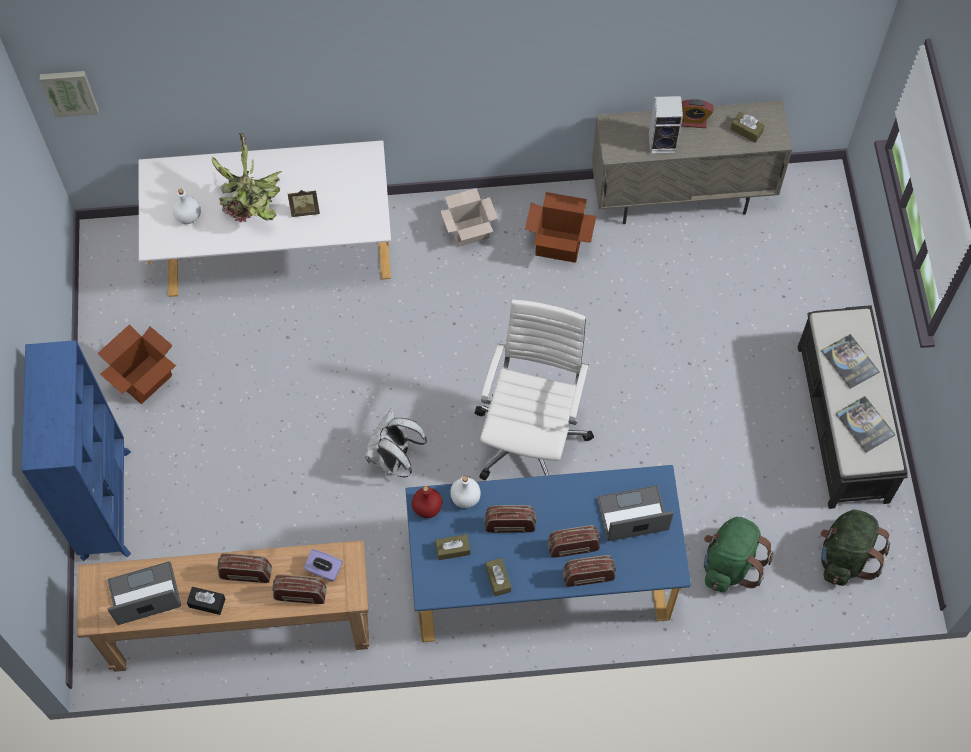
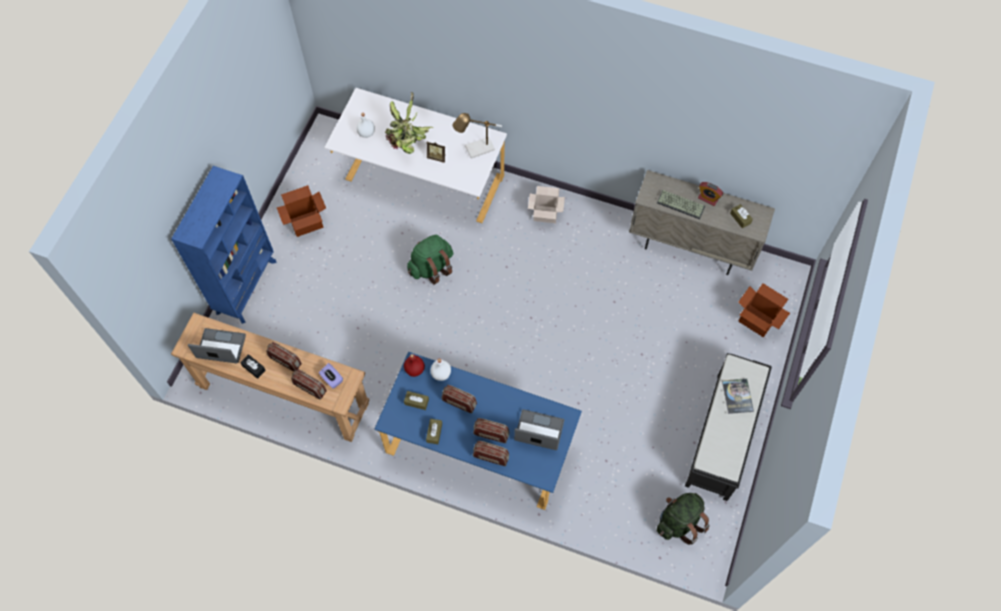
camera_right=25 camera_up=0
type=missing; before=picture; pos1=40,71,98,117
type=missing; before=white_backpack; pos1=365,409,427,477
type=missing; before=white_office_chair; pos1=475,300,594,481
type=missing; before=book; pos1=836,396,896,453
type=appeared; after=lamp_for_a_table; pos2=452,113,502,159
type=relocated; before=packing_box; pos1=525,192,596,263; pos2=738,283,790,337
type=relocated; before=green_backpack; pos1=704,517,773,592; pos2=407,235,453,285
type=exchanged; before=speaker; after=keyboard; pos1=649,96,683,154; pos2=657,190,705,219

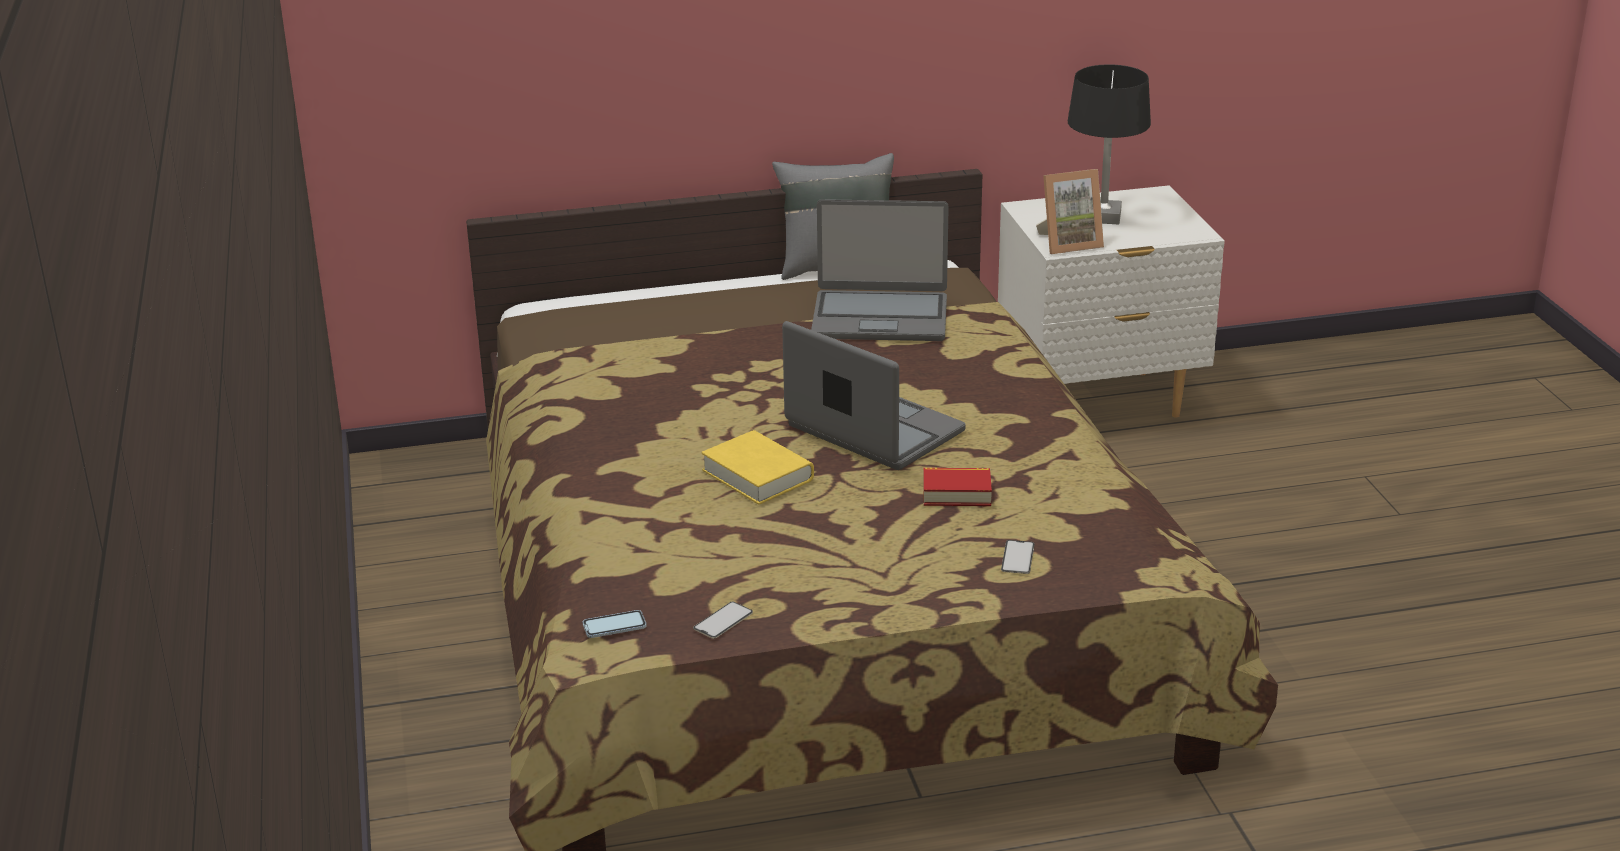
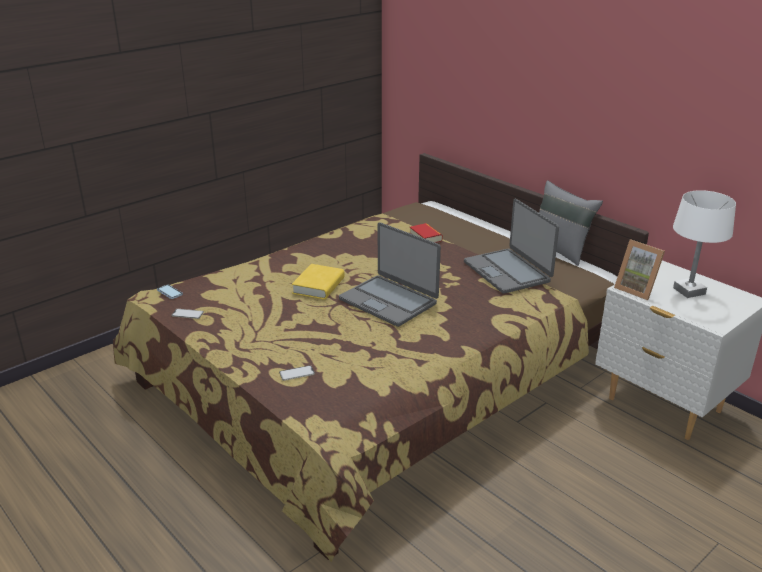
camera_right=60 camera_up=0
type=relocated; before=book; pos1=923,468,992,506; pos2=410,223,443,243
type=colour; before=blackish_lamp_for_a_table; after=white_lamp_for_a_table; pos1=1068,64,1151,225; pos2=673,190,736,298
type=spun; before=portable_computer; pos1=782,321,966,470; pos2=339,222,441,327; turn=120

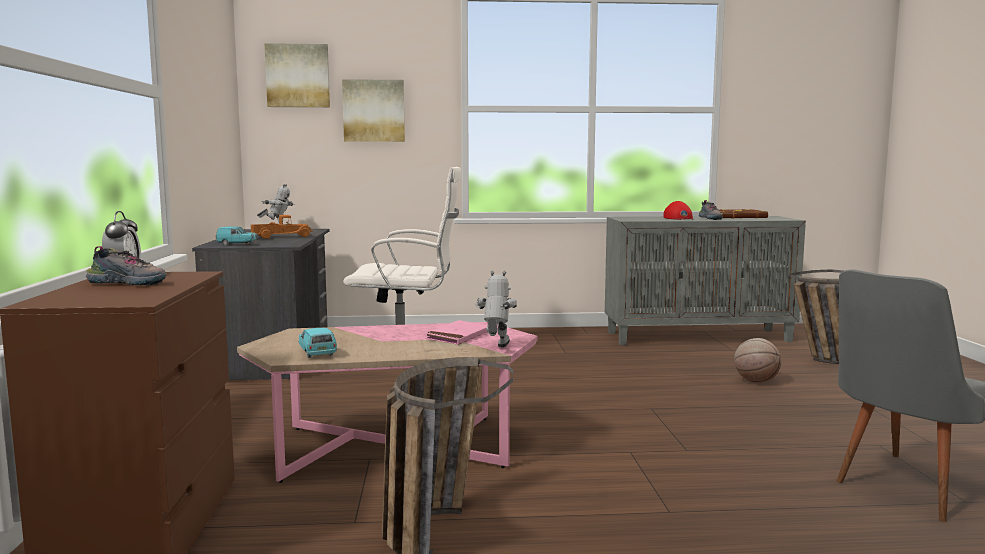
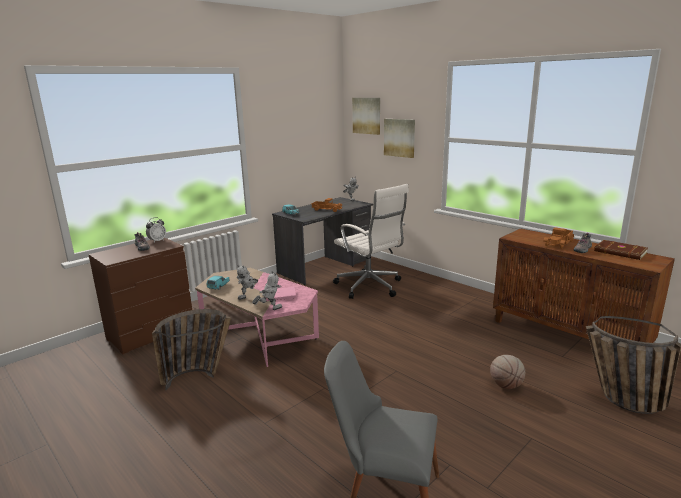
camera_right=50 camera_up=10
type=appeared; after=robot_figure; pos2=237,265,258,300
type=exchanged; before=red-coloured_baseball_cap; after=model_truck; pos1=663,201,694,220; pos2=543,227,574,249
type=colour; before=greyish_cupboard; after=brown_cupboard; pos1=605,216,806,345; pos2=493,228,675,343

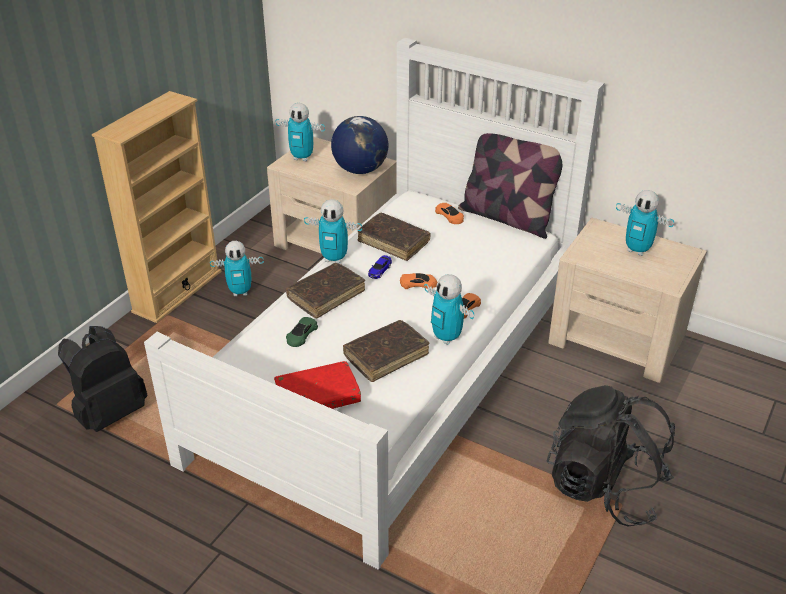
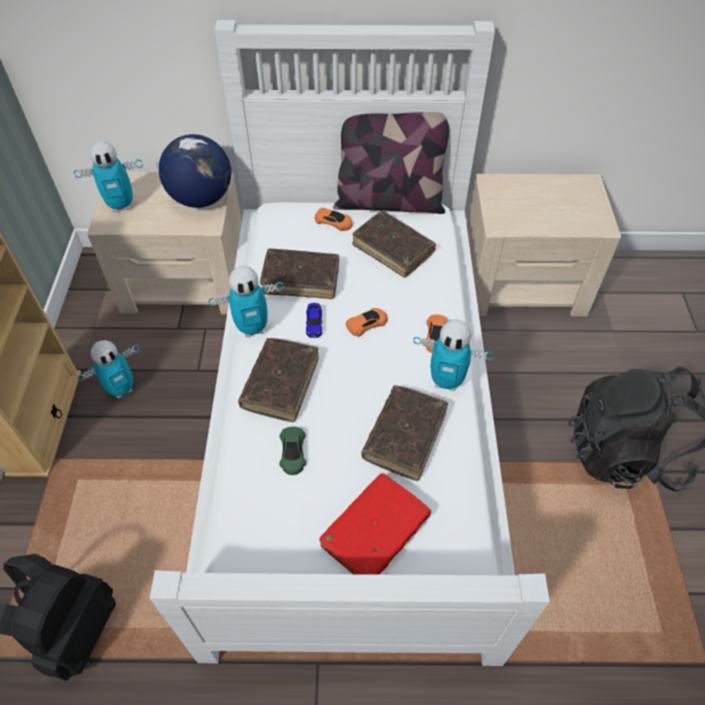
camera_right=-30 camera_up=15
type=missing; before=robot_figure; pos1=616,190,674,256
type=appeared; after=brown_book; pos2=352,211,436,278

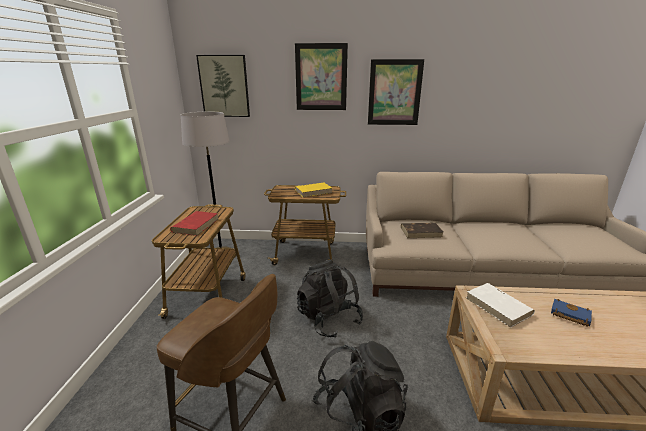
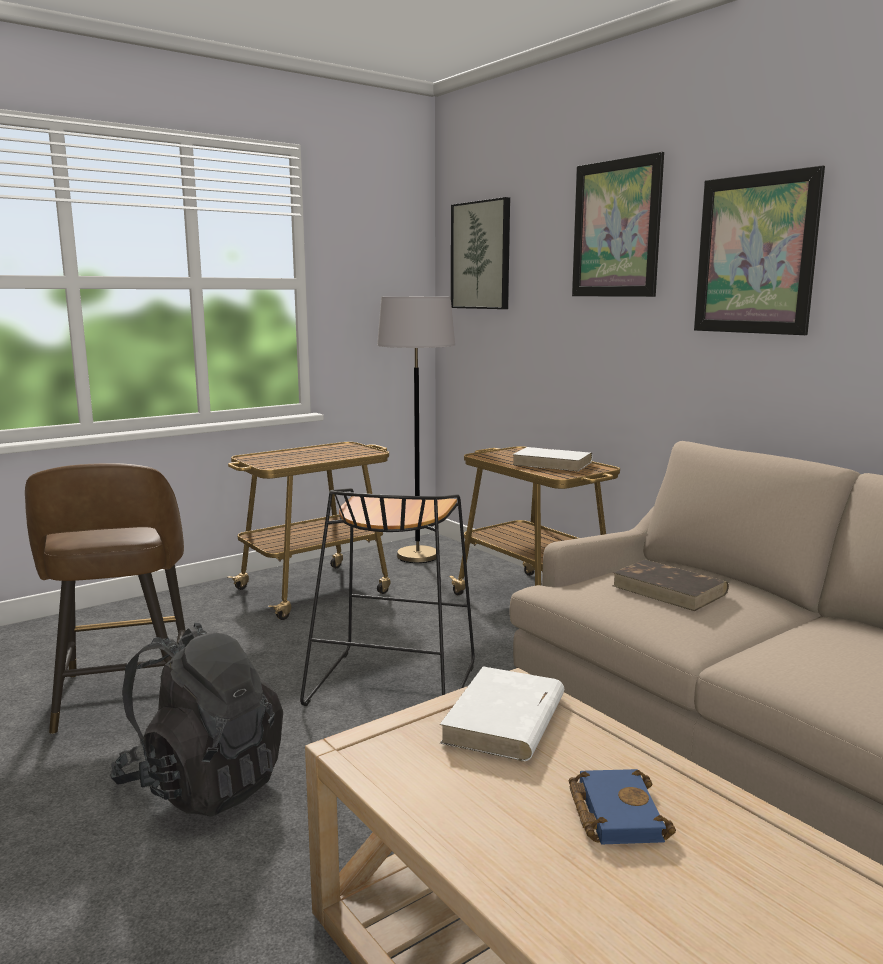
camera_right=50 camera_up=-10
type=missing; before=red-coloured_book; pos1=170,211,218,236
type=exchanged; before=blackish_backpack; after=blackish_stool_seat; pos1=297,259,363,338; pos2=300,488,475,706
type=colour; before=yellow_book; after=white_book; pos1=295,183,332,197; pos2=512,447,592,471

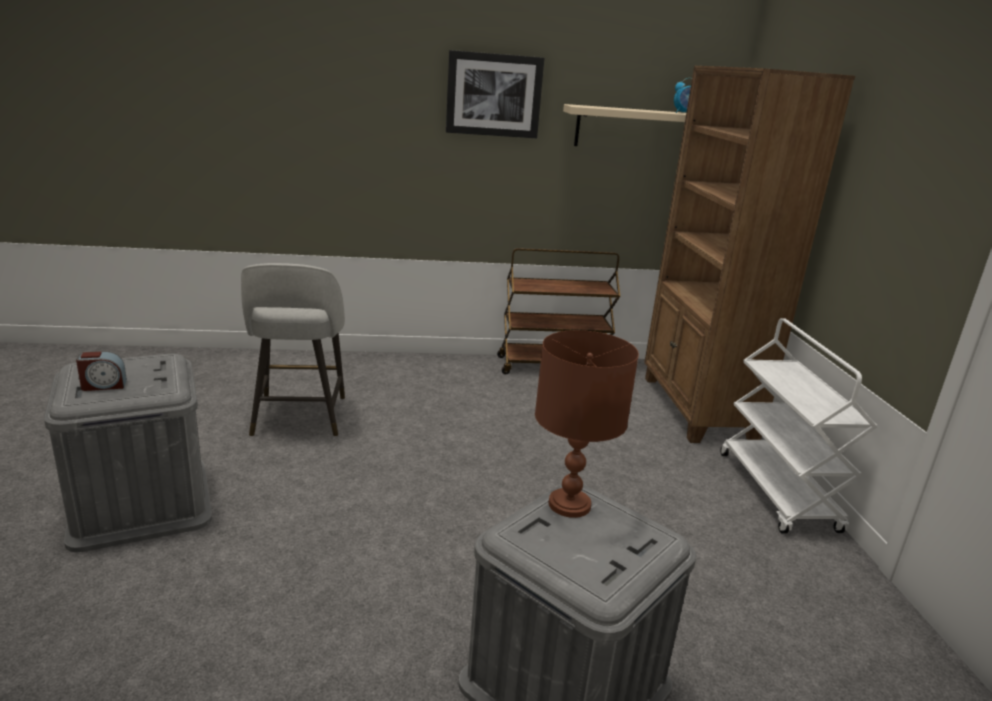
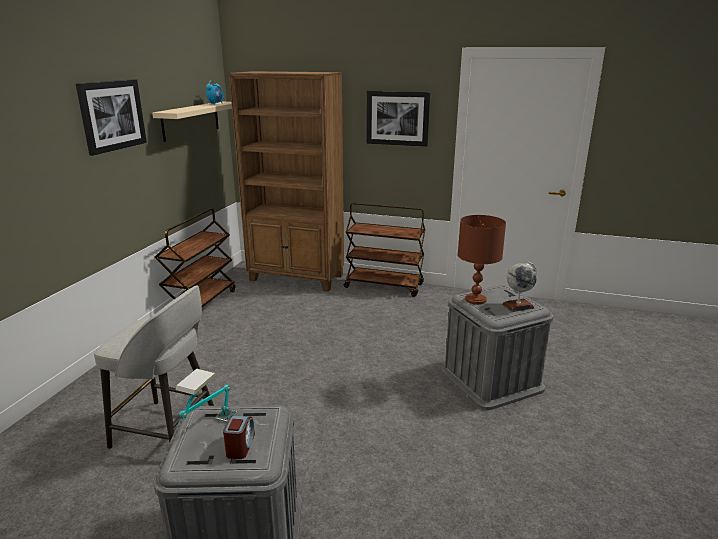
camera_right=-65 camera_up=0
type=appeared; after=lamp_for_a_table; pos2=175,369,237,422
type=appeared; after=picture; pos2=366,91,430,147
type=appeared; after=globe; pos2=502,262,537,312
type=colour; before=white_trolley; after=brown_trolley; pos1=721,318,878,534; pos2=344,203,425,297

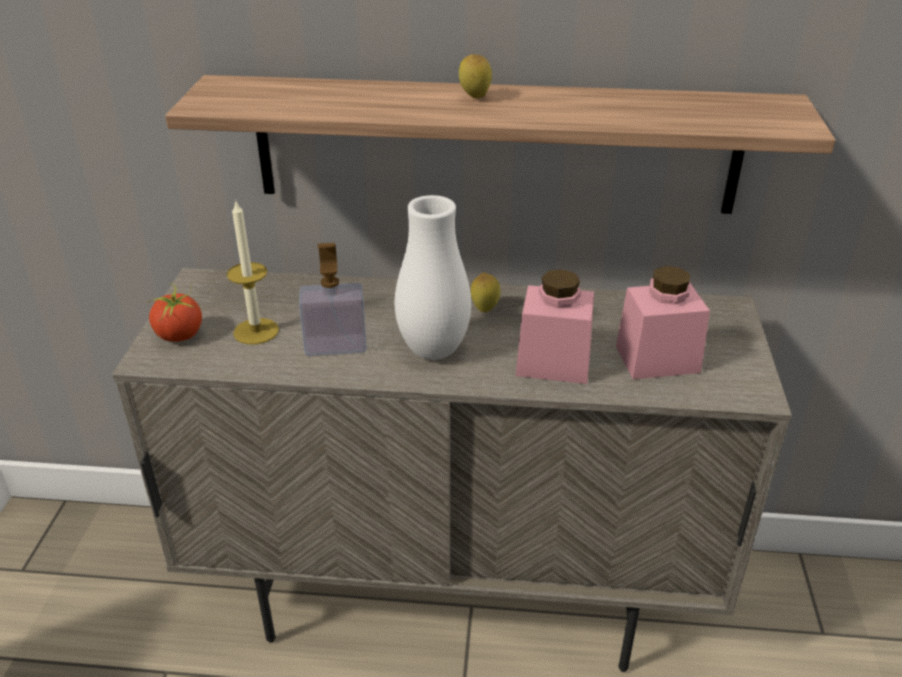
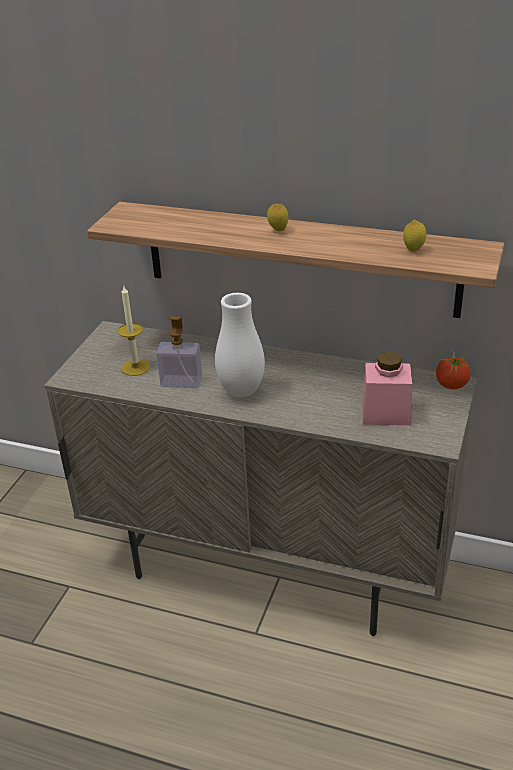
camera_right=15 camera_up=0
type=missing; before=pink-coloured_storage_jar; pos1=516,269,594,384
type=relocated; before=fresh_tomato; pos1=149,283,202,342; pos2=436,350,471,389
type=relocated; before=whole_lemon; pos1=471,272,501,312; pos2=403,220,426,252

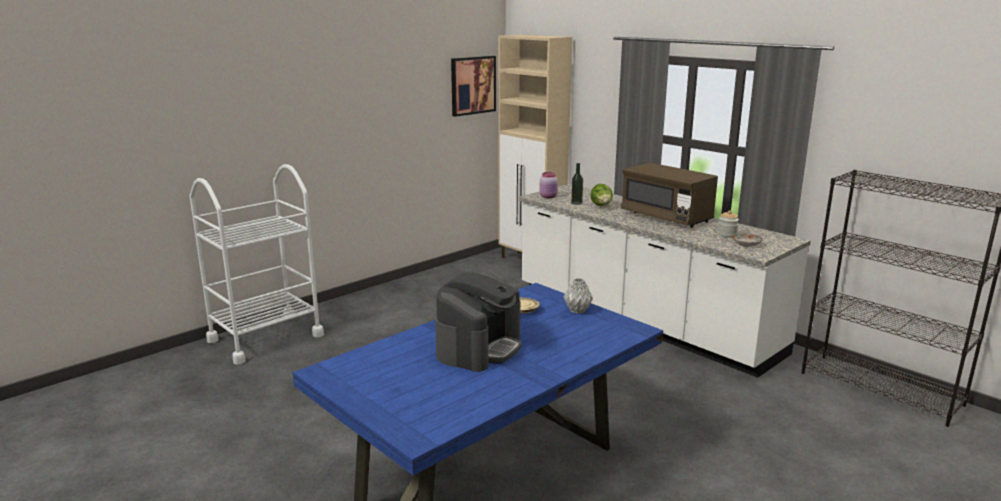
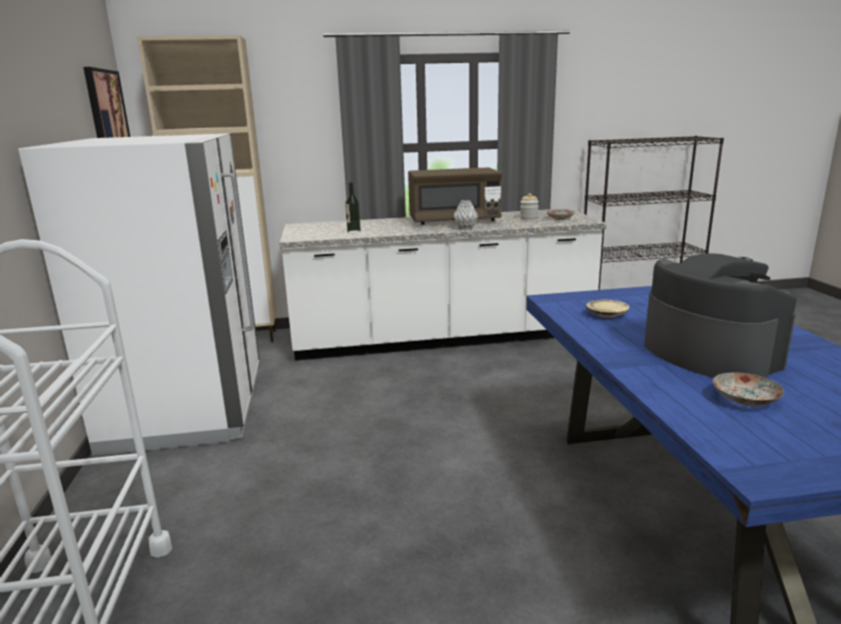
camera_right=-55 camera_up=0
type=missing; before=pink-coloured_storage_jar; pos1=539,172,558,199
type=missing; before=lettuce_head; pos1=590,184,613,206
type=appeared; after=white_fridge; pos2=18,133,260,456
type=appeared; after=plate; pos2=713,372,784,406
type=relocated; before=greyish_vase; pos1=564,278,593,314; pos2=453,200,478,230

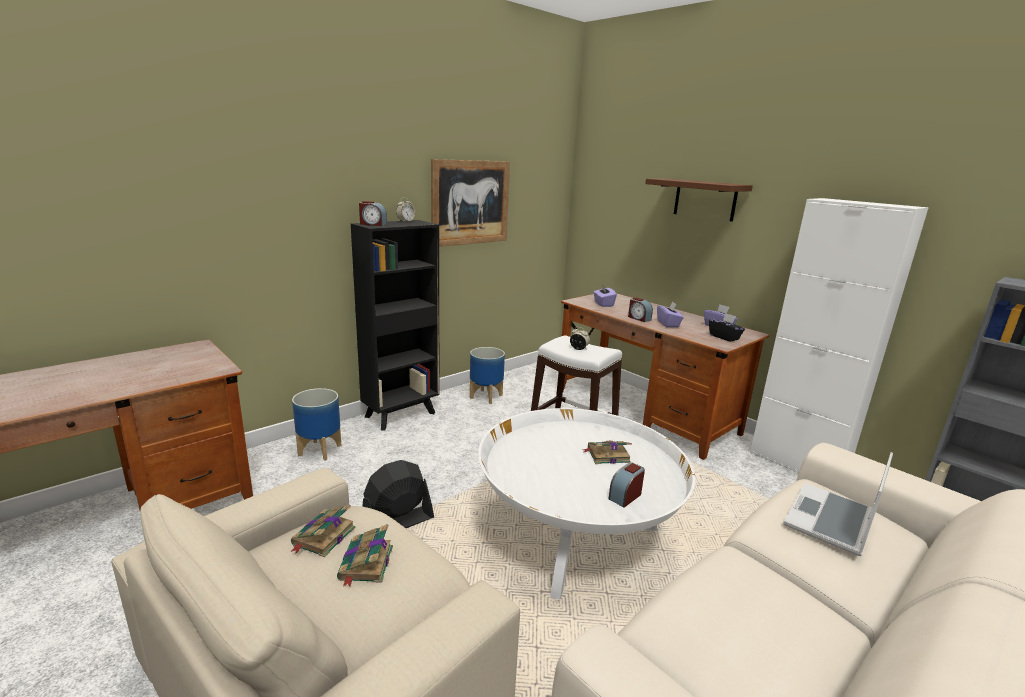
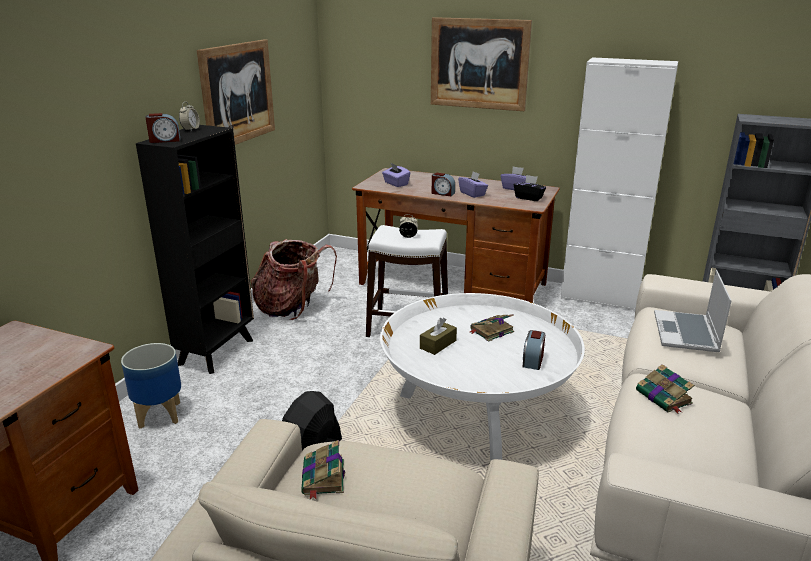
camera_right=-25 camera_up=5
type=appeared; after=brown_box_of_tissues; pos2=420,317,457,355
type=relocated; before=book; pos1=337,524,393,587; pos2=636,364,695,414
type=exchanged; before=plant_pot; after=backpack; pos1=470,347,505,404; pos2=250,239,337,320
type=exchanged; before=brown_wall_shelf; after=picture; pos1=645,179,753,222; pos2=431,17,532,111

